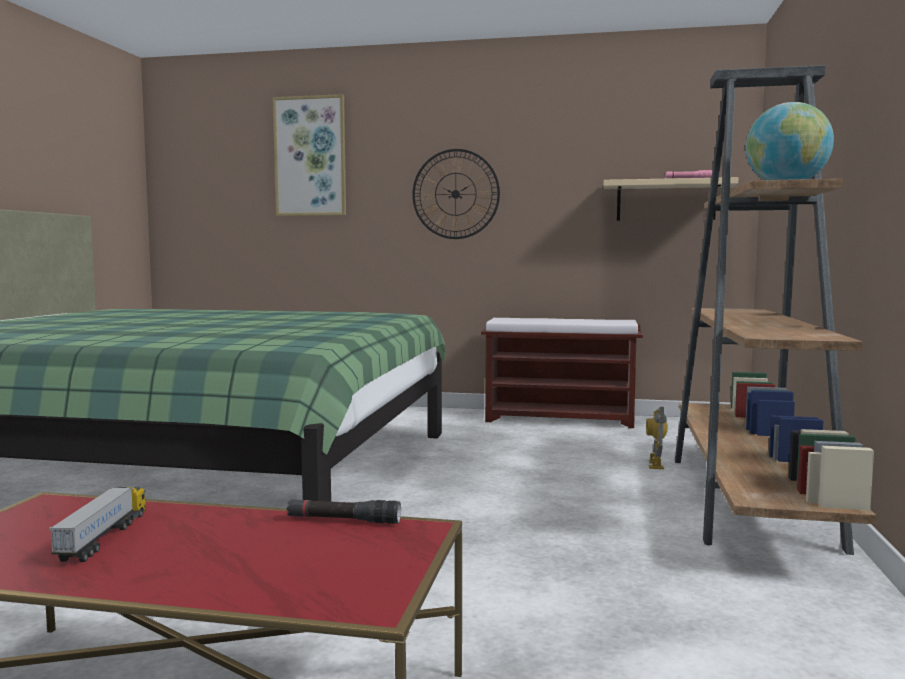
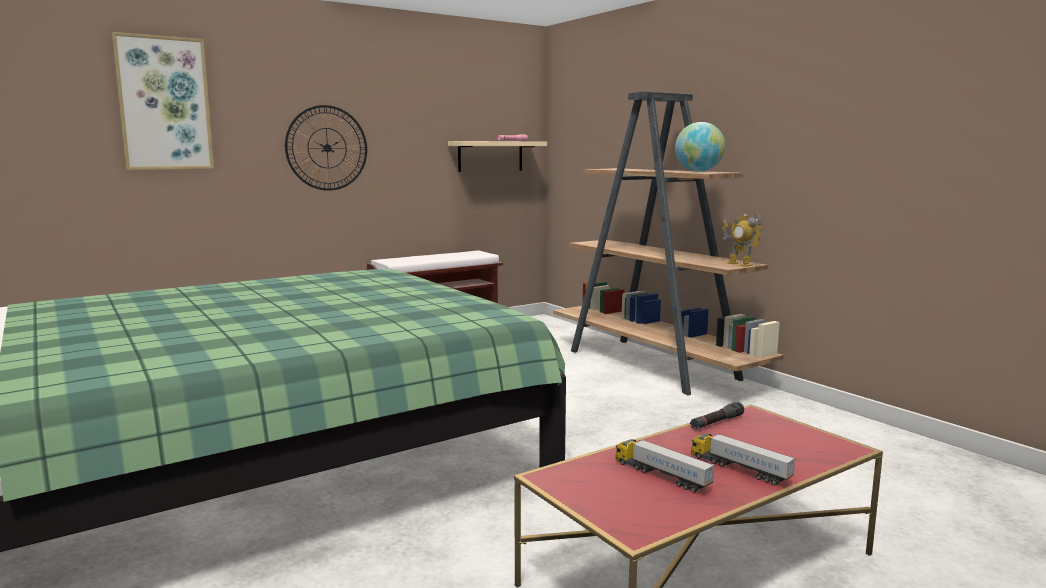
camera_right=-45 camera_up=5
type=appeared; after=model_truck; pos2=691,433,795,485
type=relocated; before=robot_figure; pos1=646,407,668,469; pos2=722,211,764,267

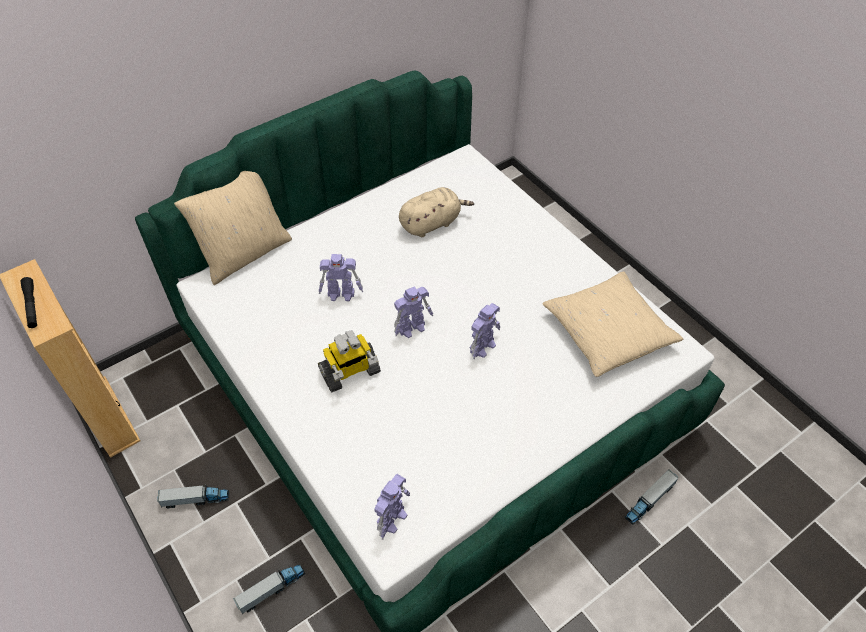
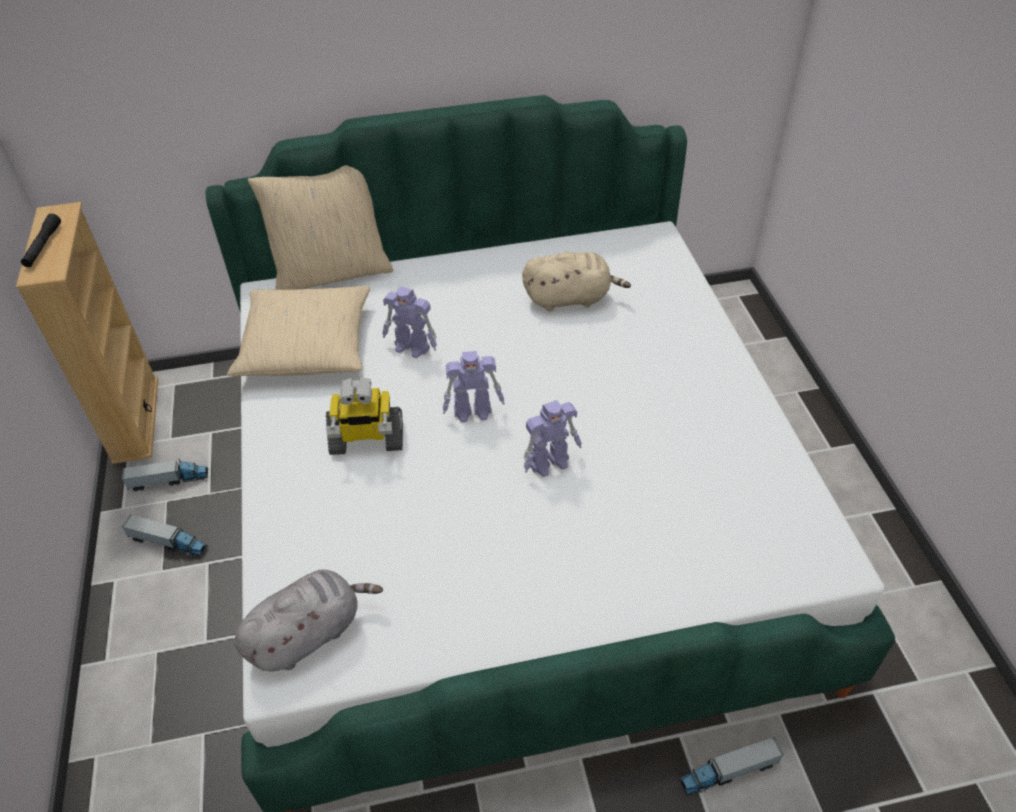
camera_right=25 camera_up=-5
type=relocated; before=model_truck; pos1=233,564,305,614; pos2=122,459,208,491
type=relocated; before=beige_pillow; pos1=542,271,683,377; pos2=227,286,370,376
type=exchanged; before=robot_figure; after=greyish_cuddly_toy; pos1=374,474,410,540; pos2=234,570,383,671

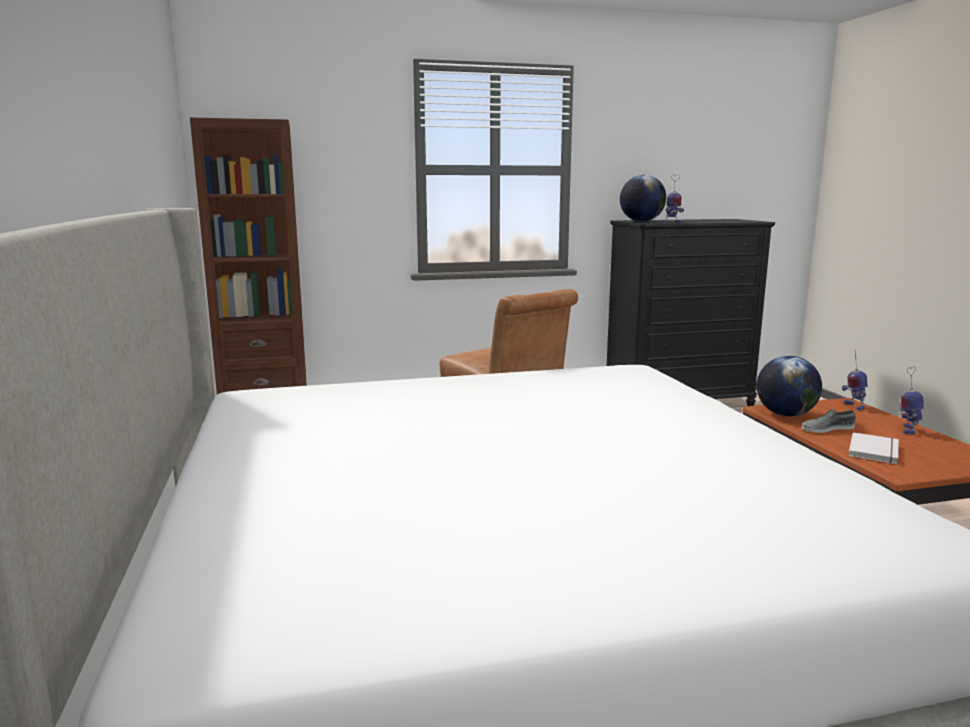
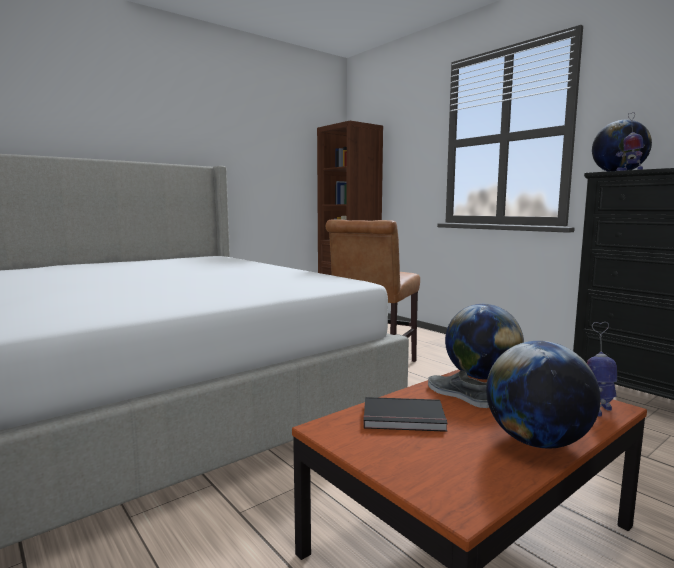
camera_right=65 camera_up=-5
type=exchanged; before=robot_figure; after=globe; pos1=900,366,924,434; pos2=486,341,600,448
type=colour; before=white_book; after=blackish_book; pos1=849,432,899,464; pos2=363,397,448,432

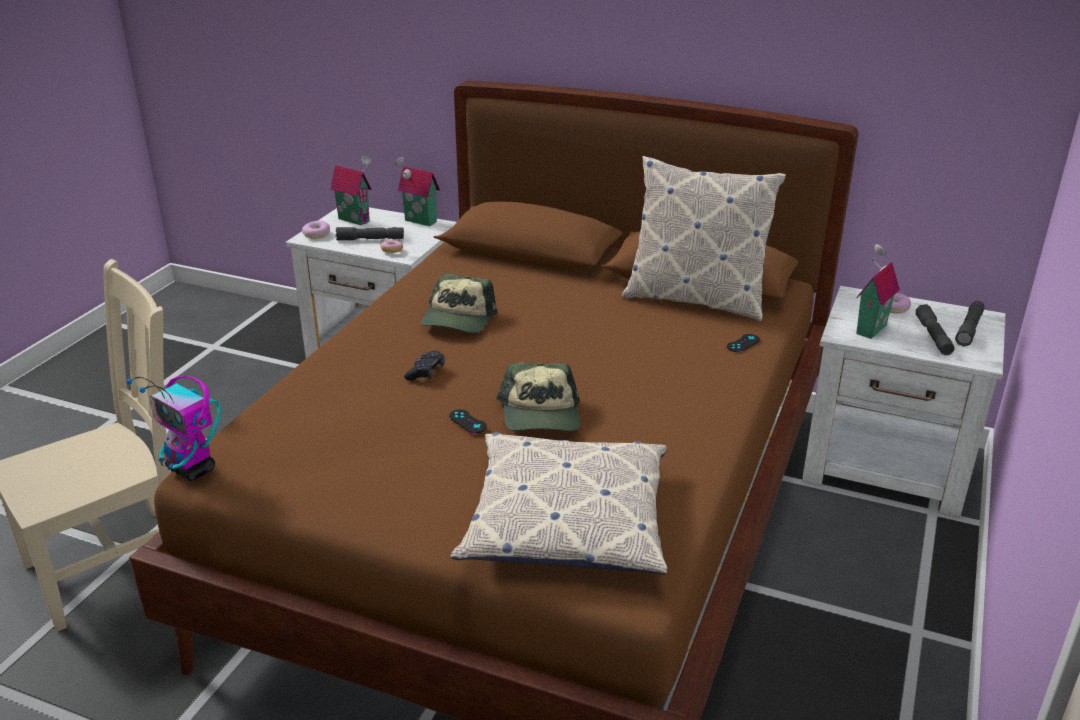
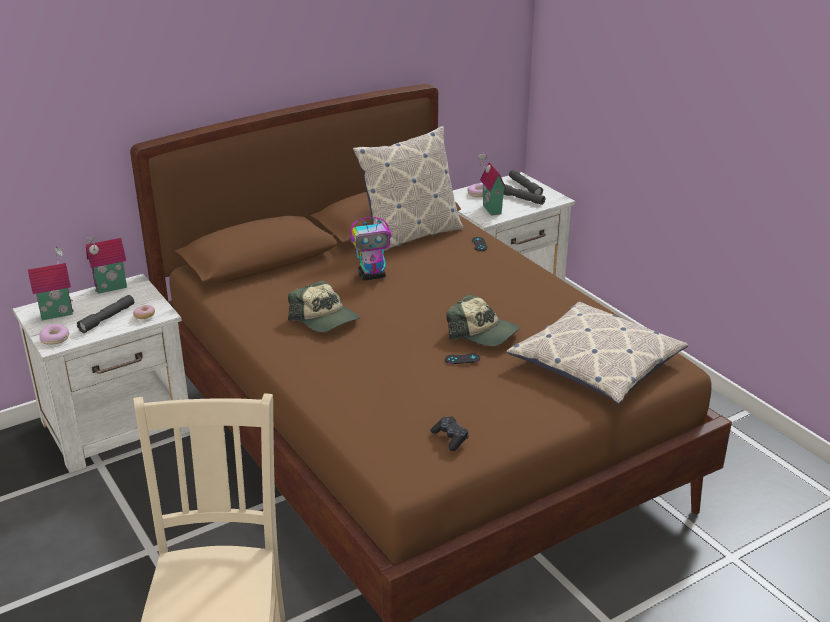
camera_right=-55 camera_up=0
type=relocated; before=robot_figure; pos1=126,376,221,481; pos2=350,217,392,281
type=relocated; before=blackish_gamepad; pos1=404,351,445,381; pos2=430,416,469,451

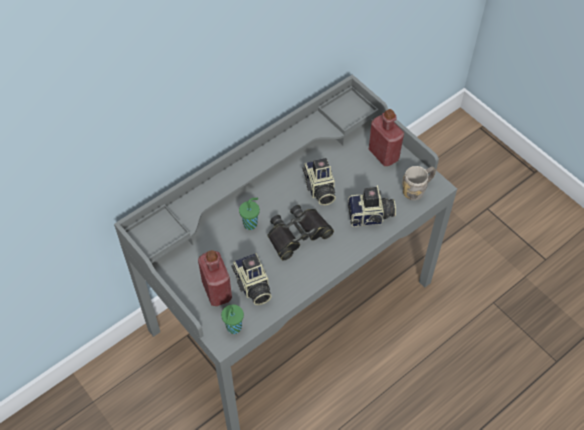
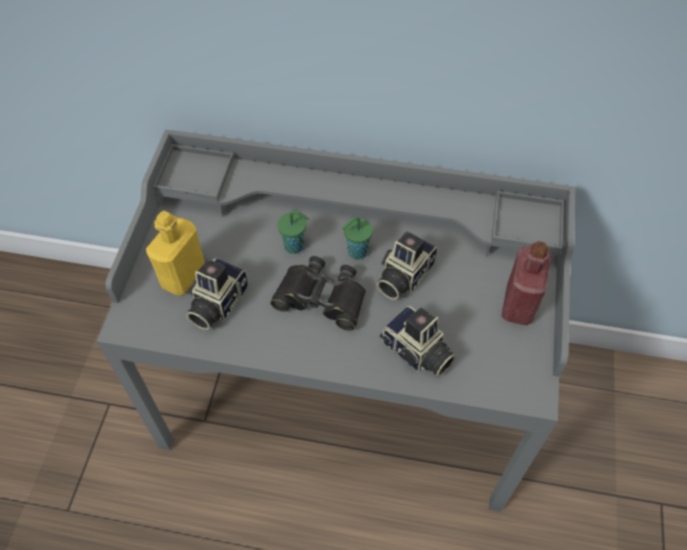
camera_right=50 camera_up=0
type=missing; before=greyish_mug; pos1=402,166,436,200
type=relocated; before=green_cup; pos1=221,305,244,334; pos2=342,217,373,259
type=colour; before=red-coloured_beverage_bottle; after=yellow_beverage_bottle; pos1=198,250,232,306; pos2=146,211,205,295

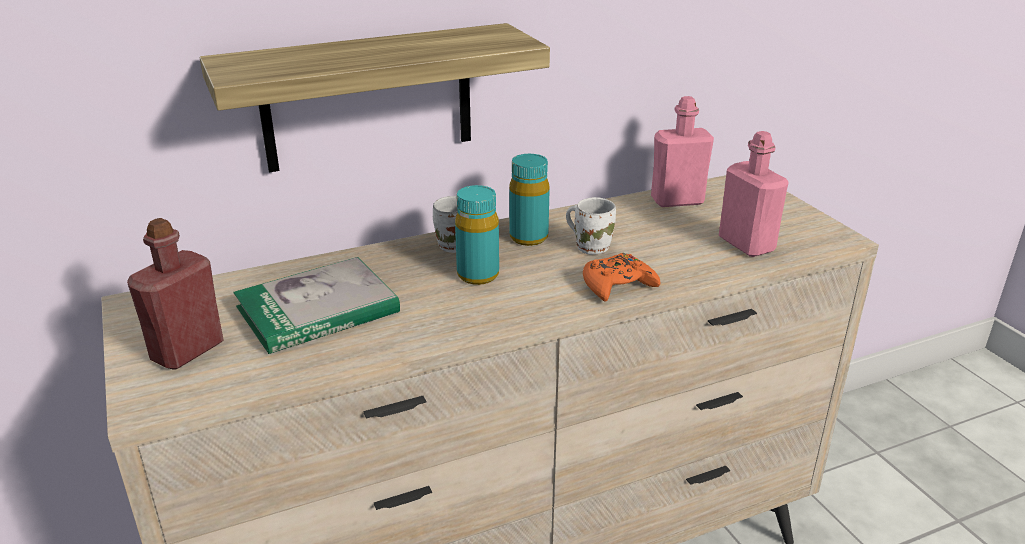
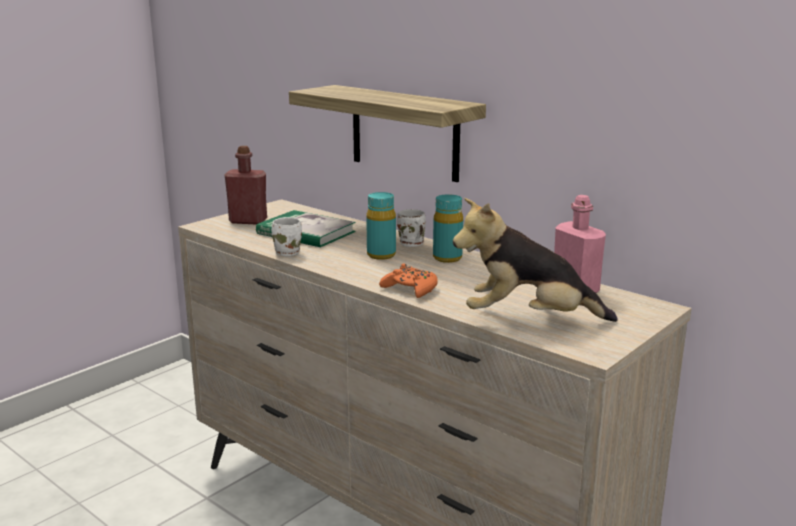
camera_right=65 camera_up=-10
type=relocated; before=white_mug; pos1=566,197,616,255; pos2=272,217,302,256
type=exchanged; before=pink-coloured_beverage_bottle; after=cuddly_toy; pos1=719,131,789,257; pos2=453,198,618,322

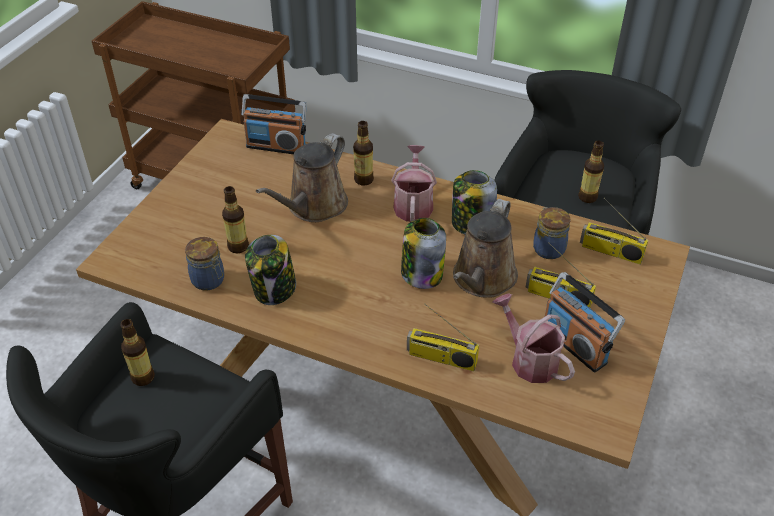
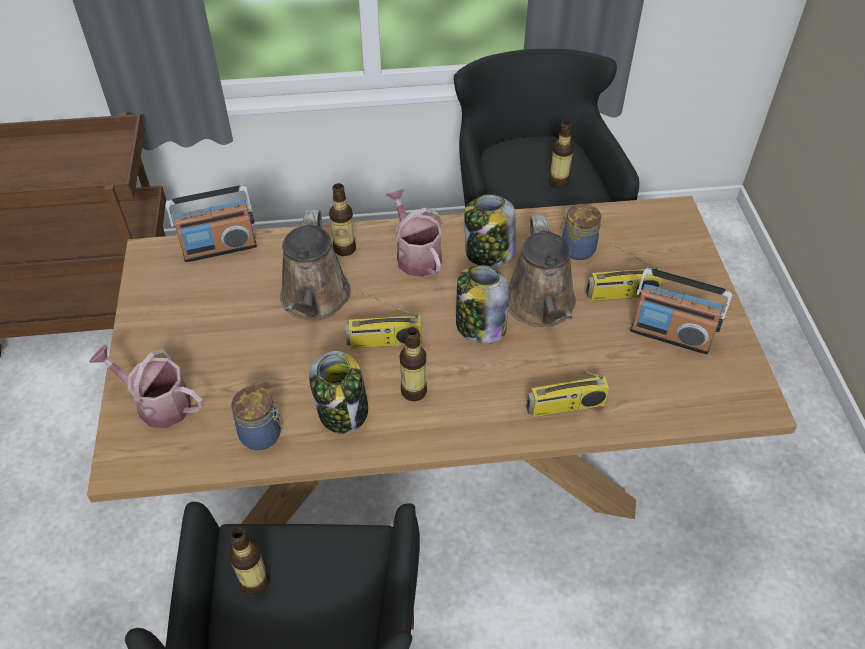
camera_right=-30 camera_up=5
type=relocated; before=beverage_bottle; pos1=222,186,249,253; pos2=400,327,427,401
type=relocated; before=watering_pot; pos1=493,293,575,383; pos2=89,345,204,428
type=relocated; before=radio; pos1=580,198,648,265; pos2=345,290,422,348

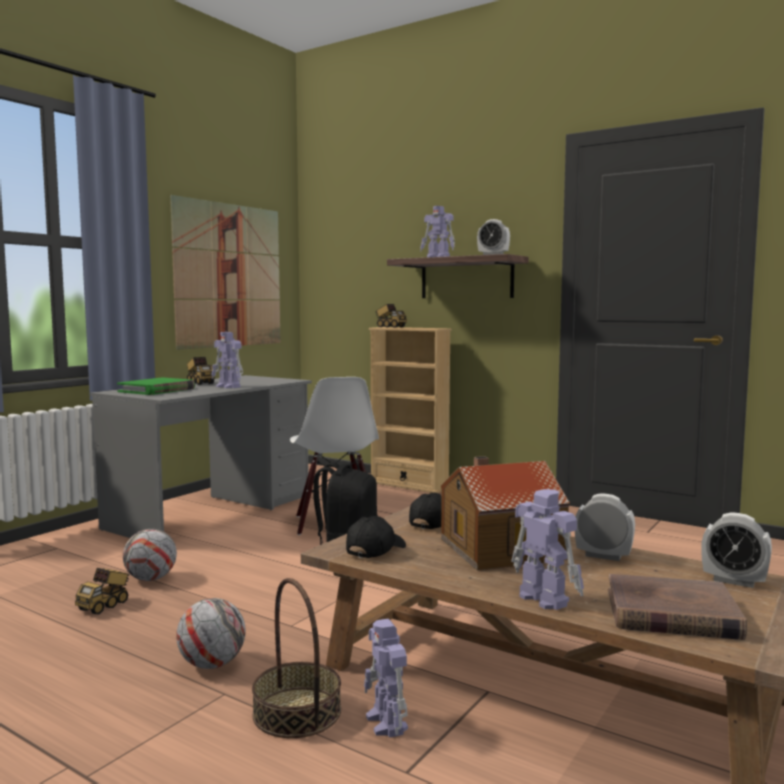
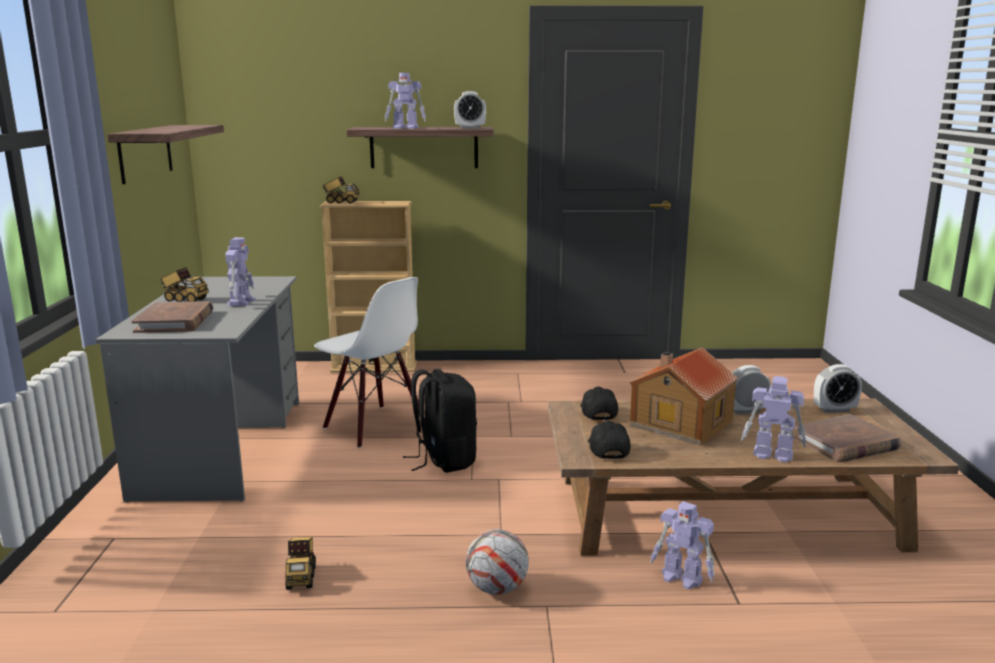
camera_right=-35 camera_up=10
type=missing; before=football; pos1=123,529,177,581
type=missing; before=basket; pos1=252,578,341,738
type=exchanged; before=picture; after=wall_shelf; pos1=170,195,280,350; pos2=107,125,224,184
type=colour; before=green_book; after=brown_book; pos1=117,377,195,395; pos2=131,301,213,333
type=spun; before=robot_figure; pos1=211,332,243,388; pos2=225,237,255,306; turn=-90

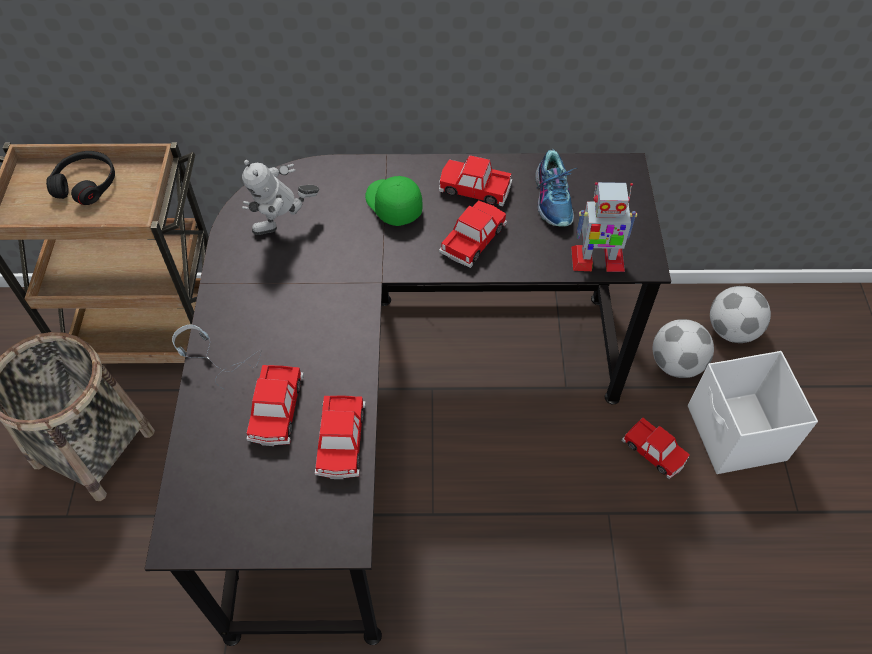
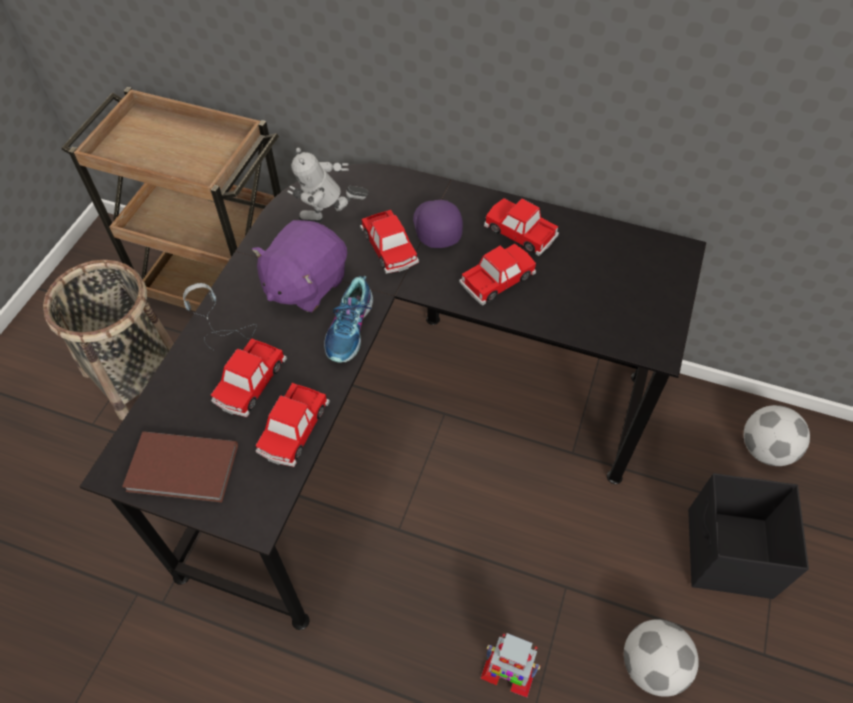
camera_right=20 camera_up=0
type=missing; before=blackish_pair_of_headphones; pos1=46,151,115,205
type=appeared; after=brown_book; pos2=122,431,238,502
type=appeared; after=purple_cuddly_toy; pos2=252,220,347,312
type=relocated; before=shoe; pos1=535,149,576,226; pos2=324,276,373,363
type=relocated; before=robot_figure; pos1=571,182,637,272; pos2=481,633,540,697
type=relocated; before=toy_car; pos1=621,418,690,479; pos2=360,210,419,274
type=relocated; before=football; pos1=653,319,714,378; pos2=624,619,699,697
type=colour; before=green_baseball_cap; after=purple_baseball_cap; pos1=365,176,423,226; pos2=413,200,463,248
type=colour; before=white_storage_container; after=blackish_storage_container; pos1=688,351,818,474; pos2=688,473,809,599

